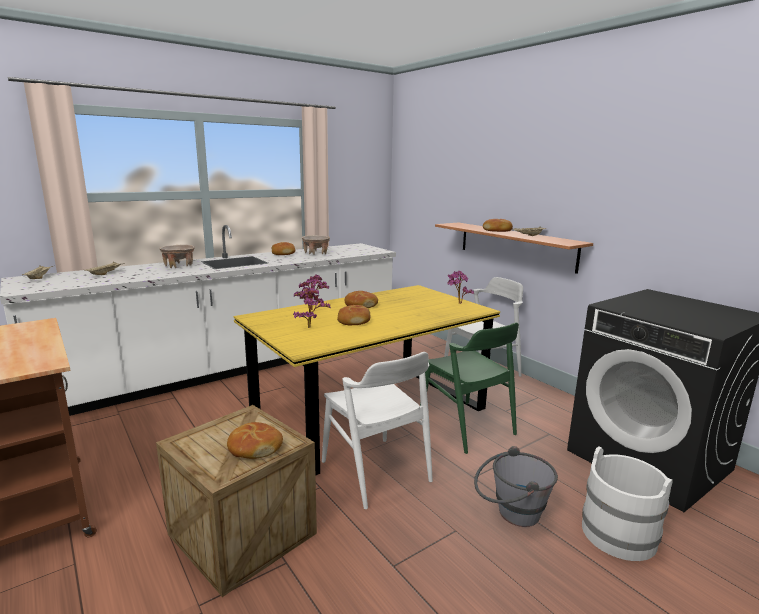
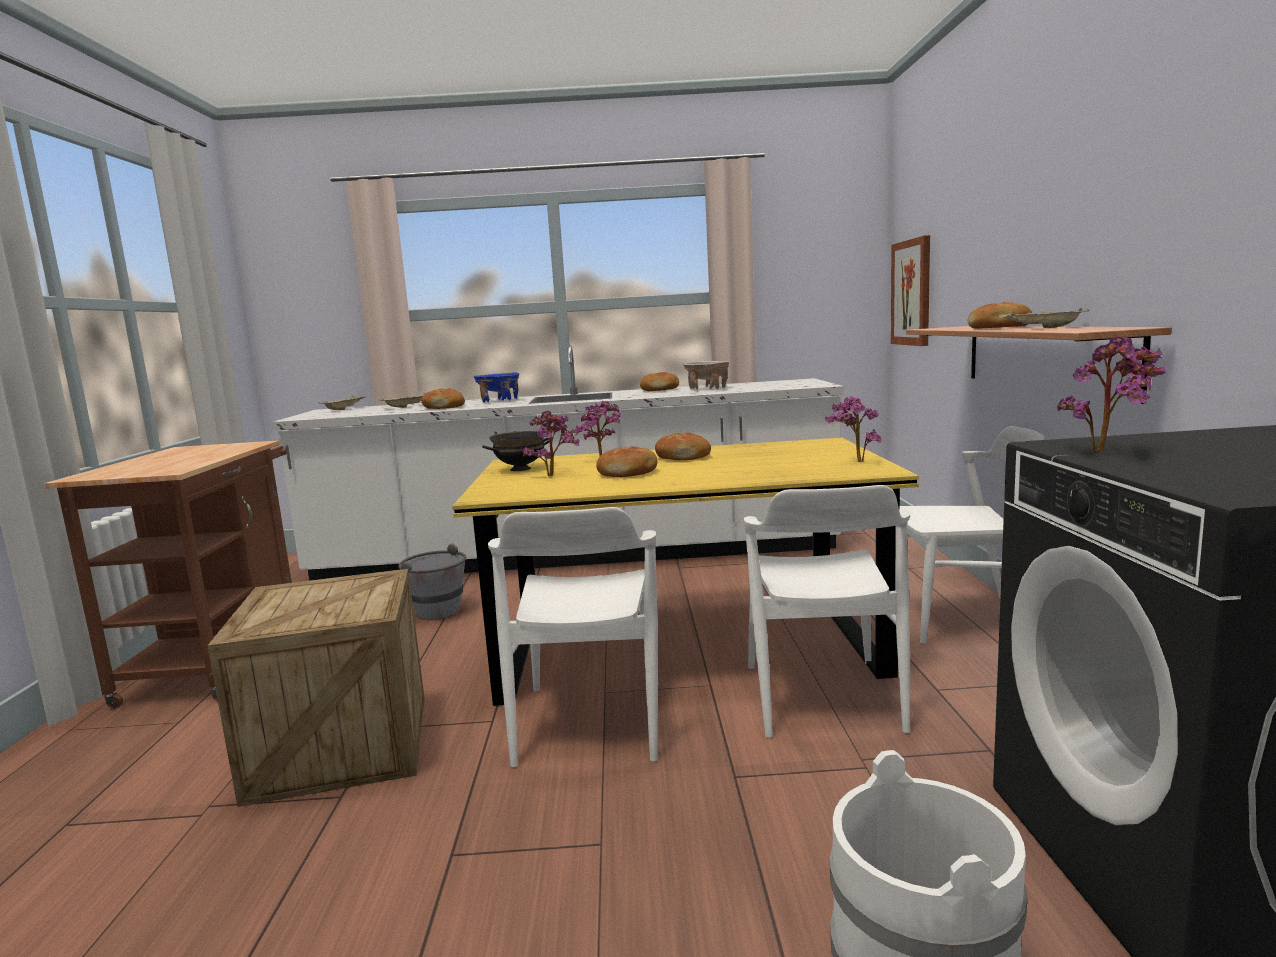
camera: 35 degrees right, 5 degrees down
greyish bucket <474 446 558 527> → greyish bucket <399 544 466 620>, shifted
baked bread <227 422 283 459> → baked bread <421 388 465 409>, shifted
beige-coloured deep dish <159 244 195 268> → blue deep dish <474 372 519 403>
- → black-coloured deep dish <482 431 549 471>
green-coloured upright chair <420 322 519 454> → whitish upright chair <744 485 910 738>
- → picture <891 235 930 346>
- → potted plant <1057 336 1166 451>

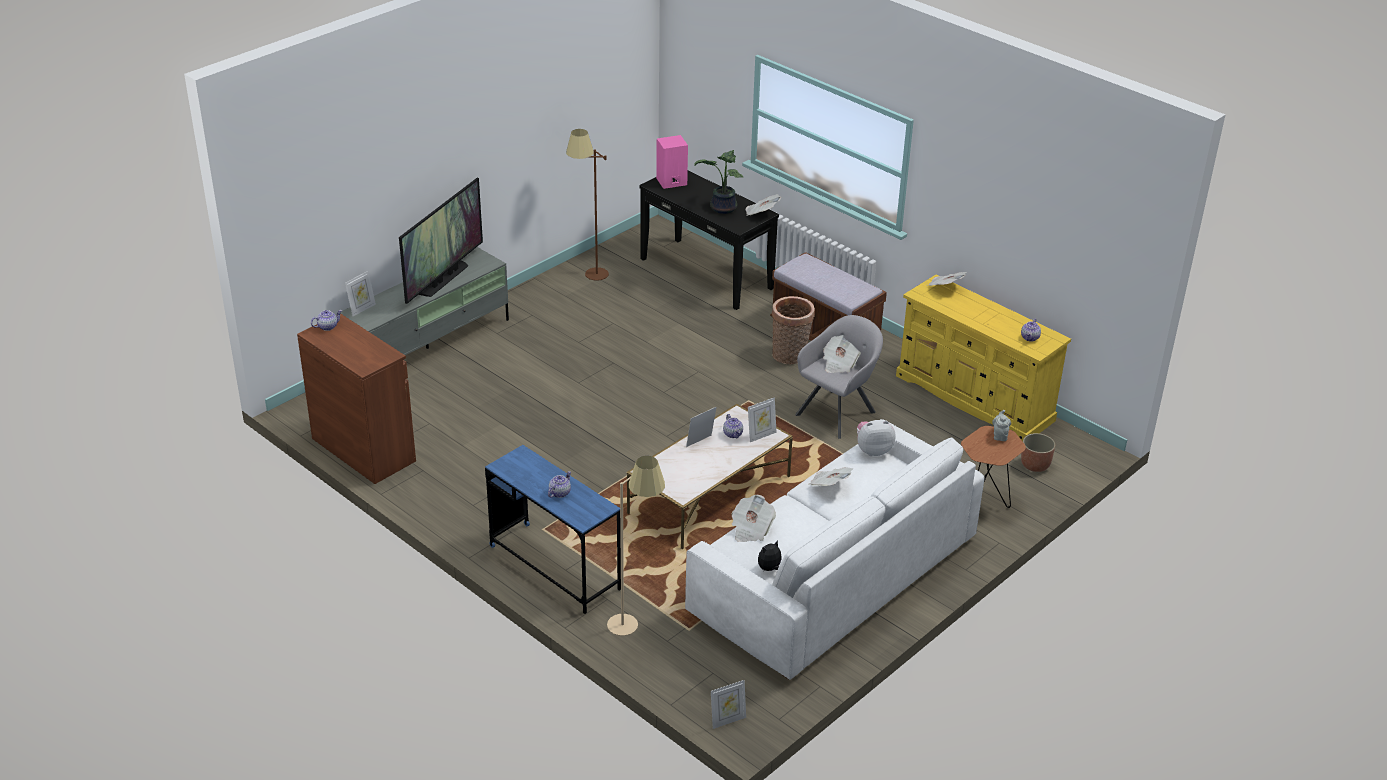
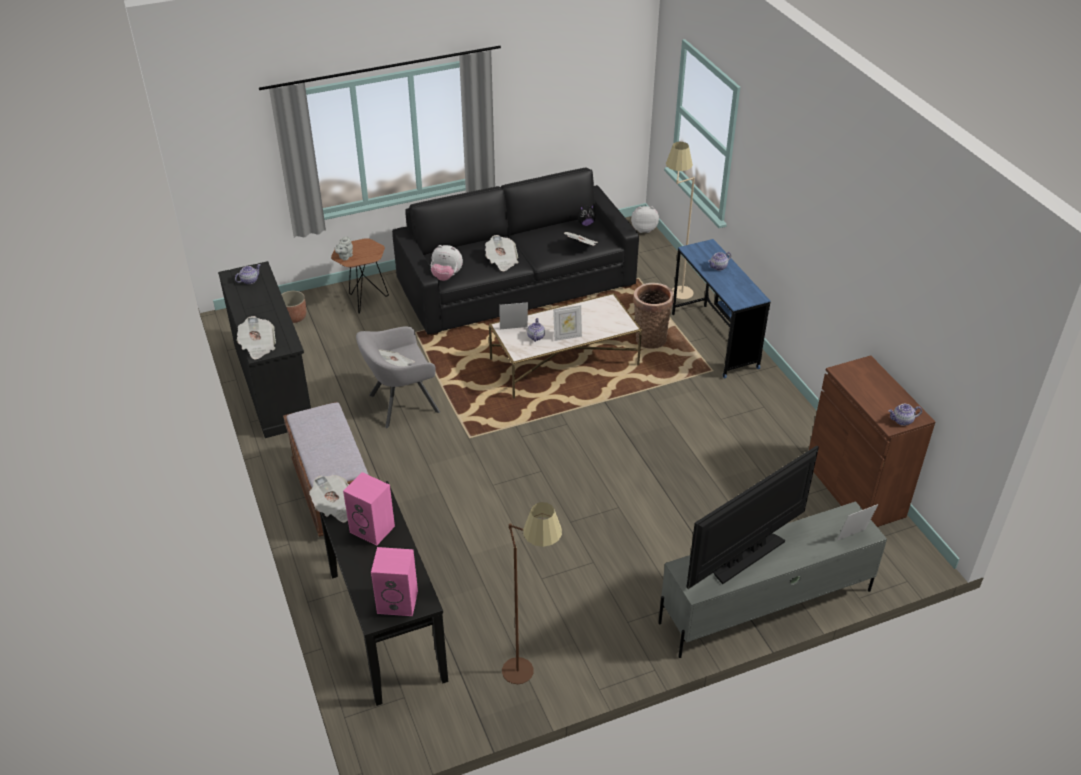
camera: 155 degrees left, 5 degrees up
yellowish chest of drawers <896 275 1071 442> → black-coloured chest of drawers <218 261 311 438>
potted plant <694 150 743 214> → pink speaker <343 472 395 546>
whitish sofa <685 419 984 680> → black-coloured sofa <392 168 639 336>
photo frame <711 680 746 729> → soft toy <631 206 659 233>
basket <771 296 815 364> → basket <633 283 674 349>, shifted

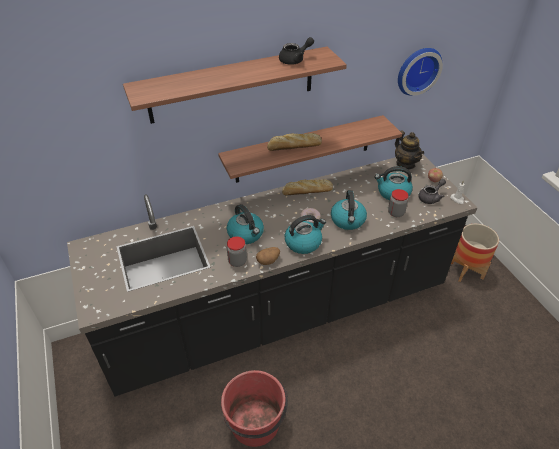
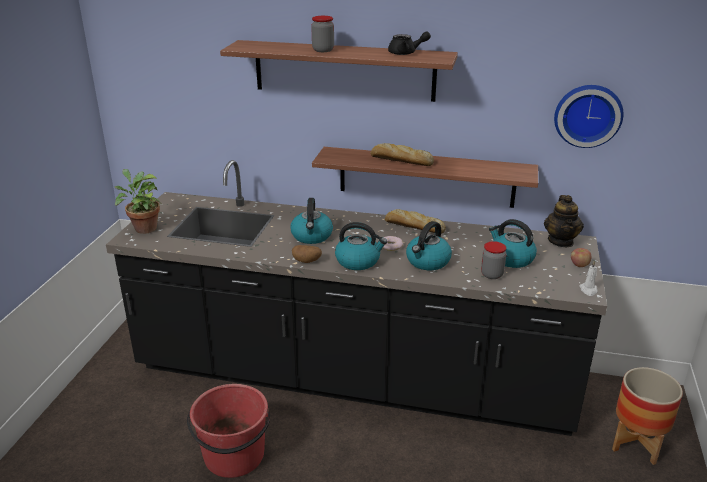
camera: 35 degrees right, 15 degrees down
- → potted plant <115 169 162 234>
preserve jar <227 237 247 267> → preserve jar <311 16 334 52>, shifted
greyish teapot <418 179 446 204> → -

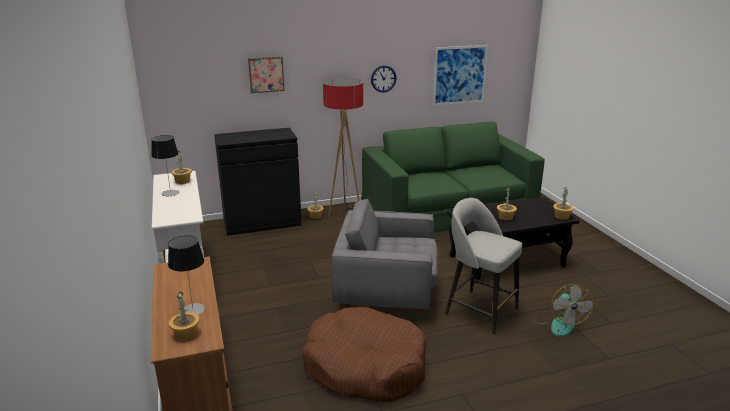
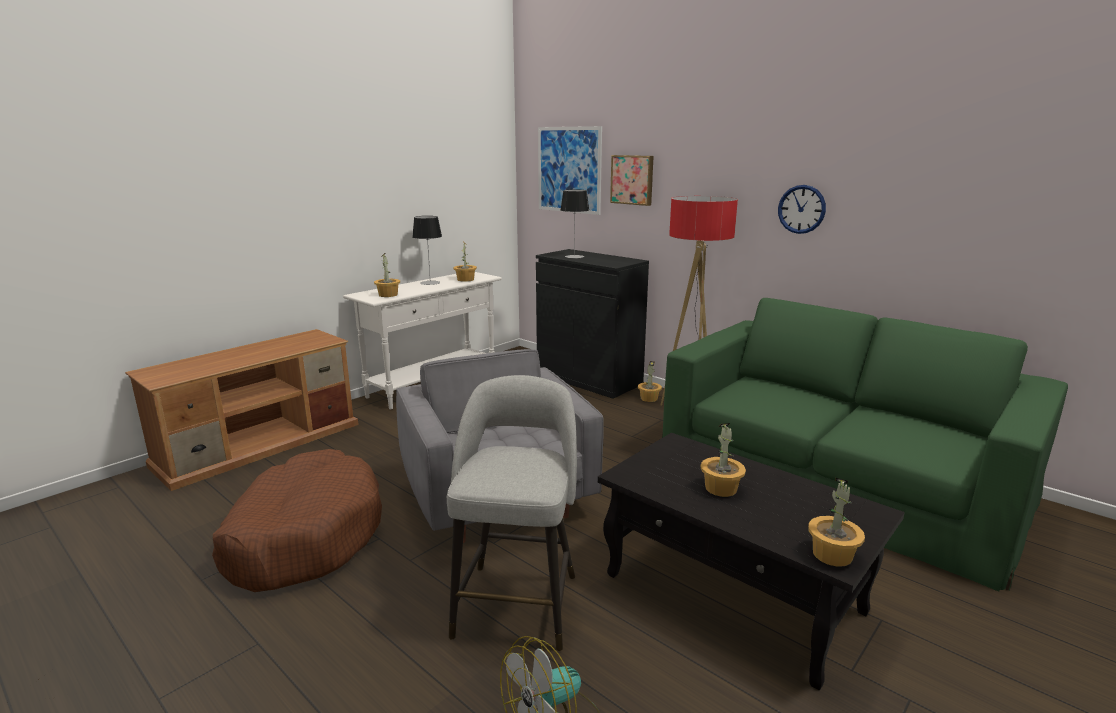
camera: 60 degrees right, 5 degrees down
potted plant <169 291 200 341> → potted plant <374 253 400 297>, shifted
picture <433 45 488 106> → picture <538 126 602 215>, shifted
tabletop lamp <168 236 205 315> → tabletop lamp <561 189 589 259>, shifted

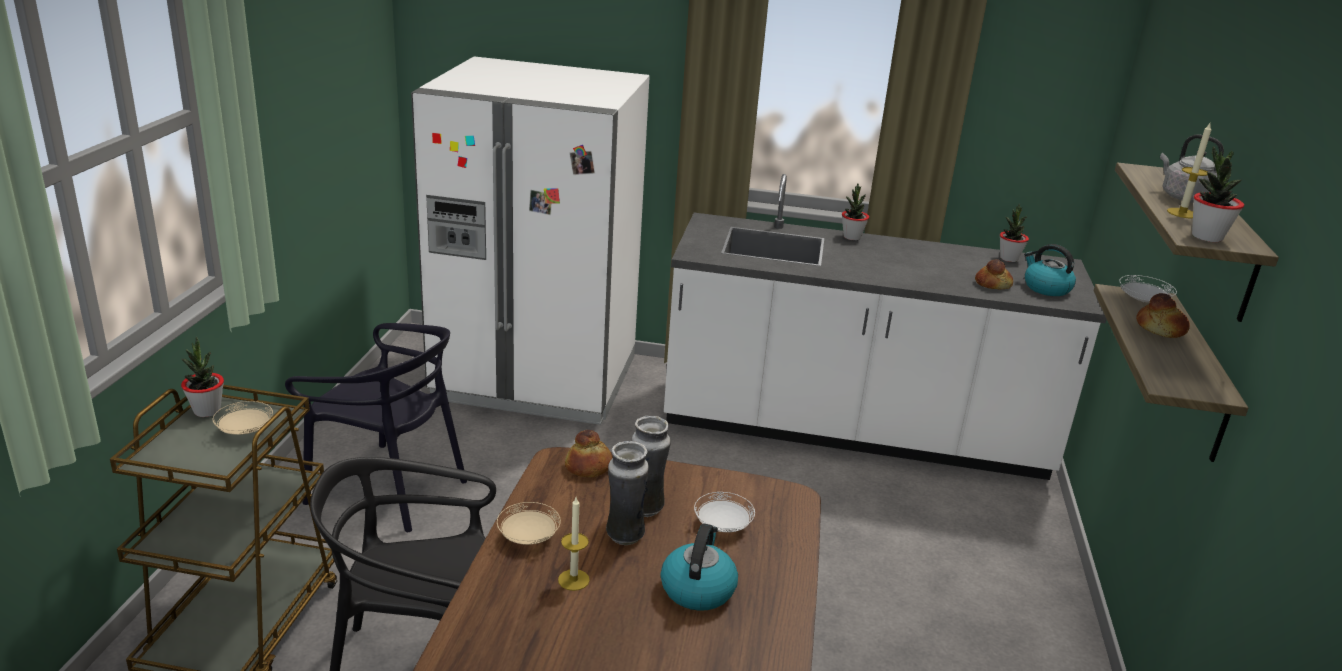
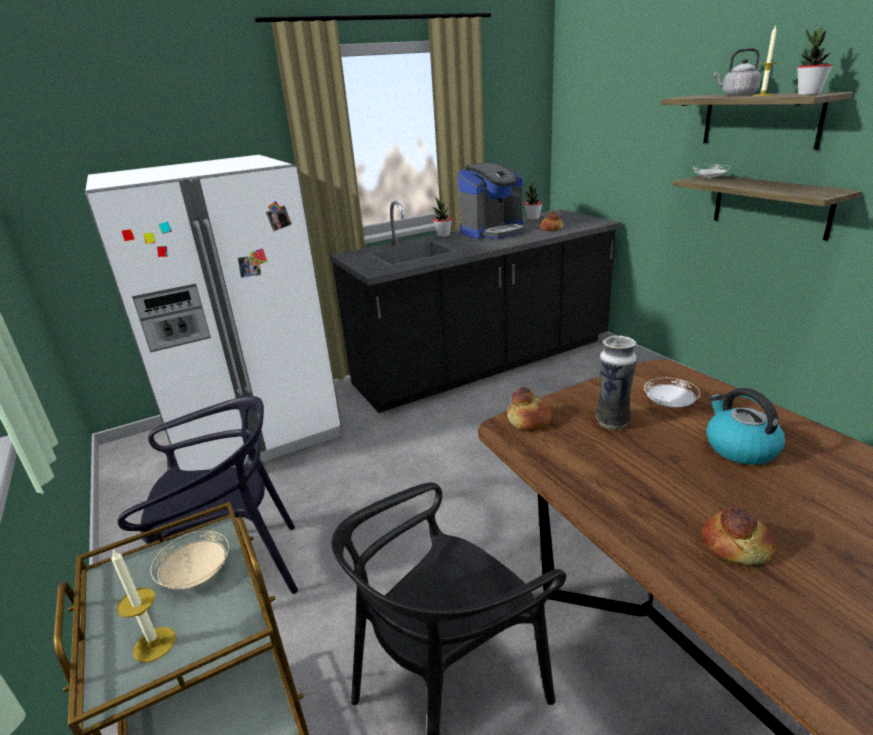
camera: 35 degrees left, 0 degrees up
wax candle <558 497 590 591> → wax candle <111 550 176 663>, shifted
whitish counter <664 174 1106 480> → black-coloured counter <330 201 621 413>
- → coffee machine <458 163 525 239>
baked bread <1136 293 1190 338> → baked bread <702 508 776 565>, shifted
potted plant <181 336 224 417> → -
beige-coloured flat dish <497 502 561 545> → -
flower vase <606 441 649 545> → -
kettle <1024 244 1076 296> → -

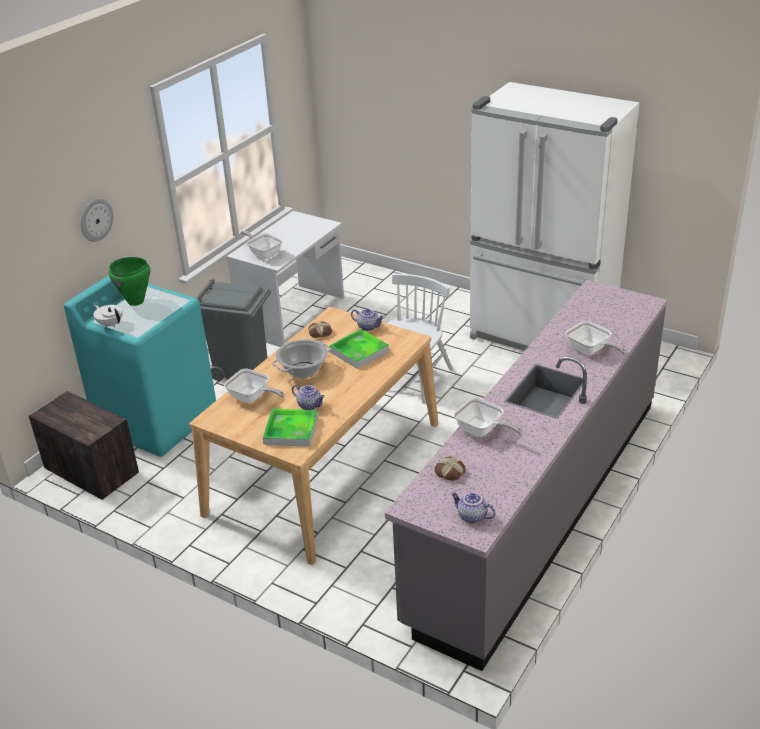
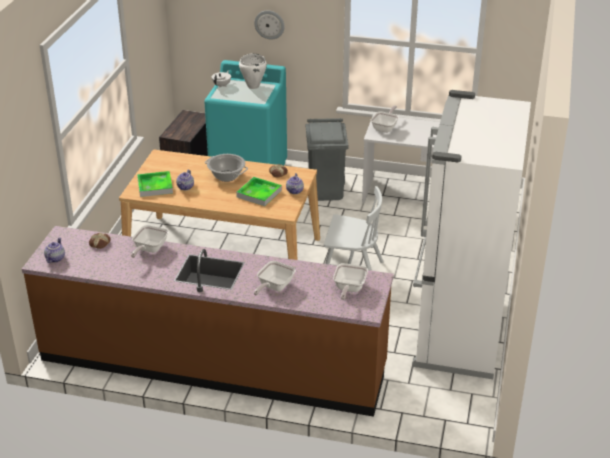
camera: 70 degrees right, 0 degrees up
greyish counter <385 280 667 671> → brownish counter <22 226 394 417>
green-coloured cooking pot <109 257 150 306> → whitish cooking pot <239 53 267 89>
skillet <224 369 285 403> → skillet <333 263 368 300>, shifted

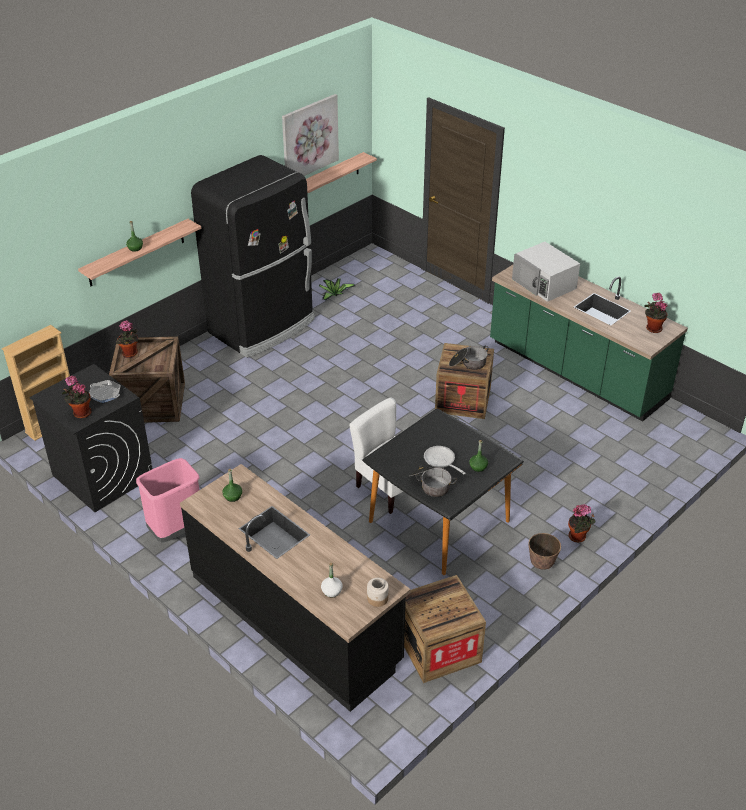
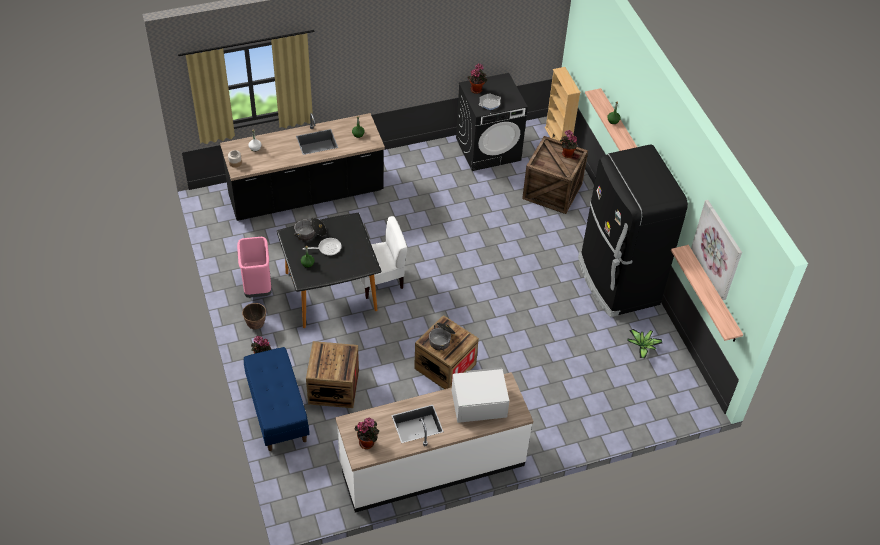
camera: 115 degrees right, 10 degrees up
pink trash can <136 458 199 543> → pink trash can <237 237 272 298>, shifted
- → blue bench <244 347 309 451>
crate <404 575 486 683> → crate <306 341 359 408>, shifted
green-coloured counter <490 265 688 422> → whitish counter <335 372 533 513>

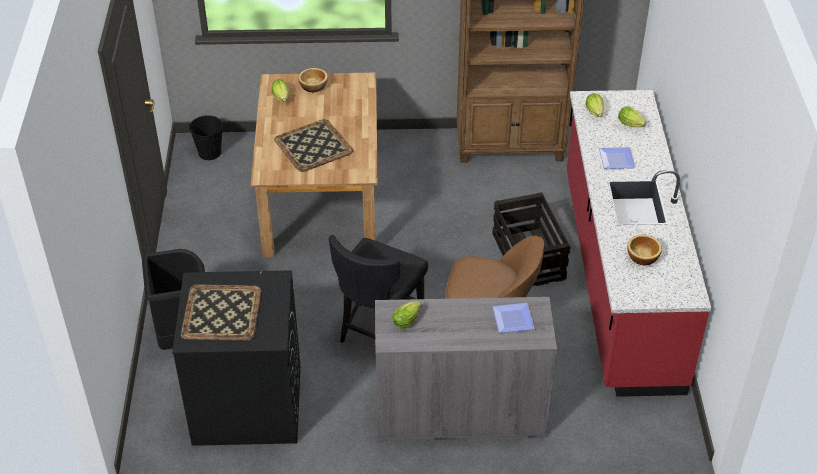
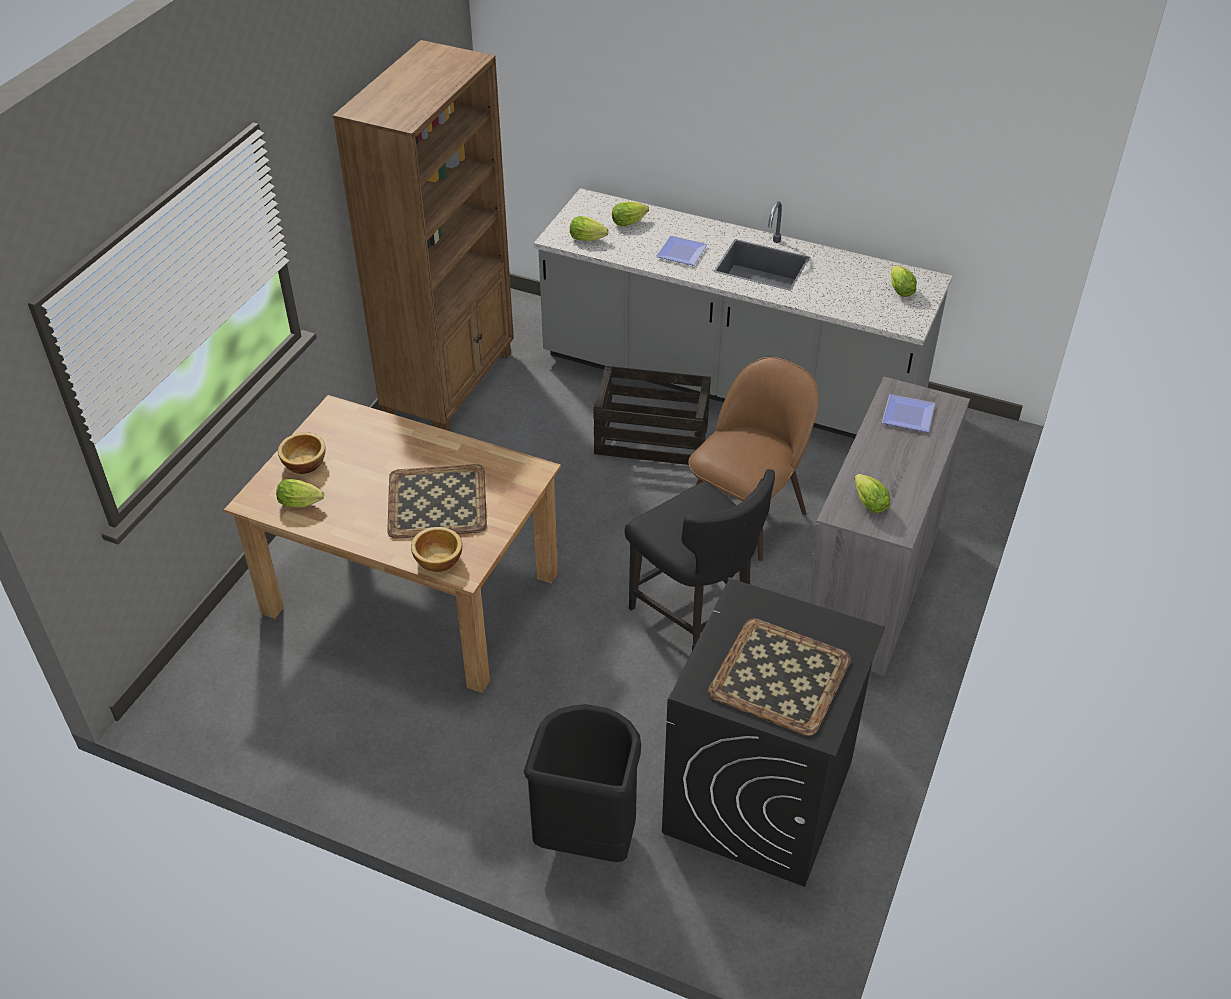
camera: 65 degrees left, 0 degrees up
deep dish <627 234 662 266> → deep dish <411 527 462 572>, shifted
red-coloured counter <567 90 711 397> → greyish counter <534 188 952 439>
- → lettuce head <891 265 917 297>
black-coloured bucket <189 116 223 160> → -

